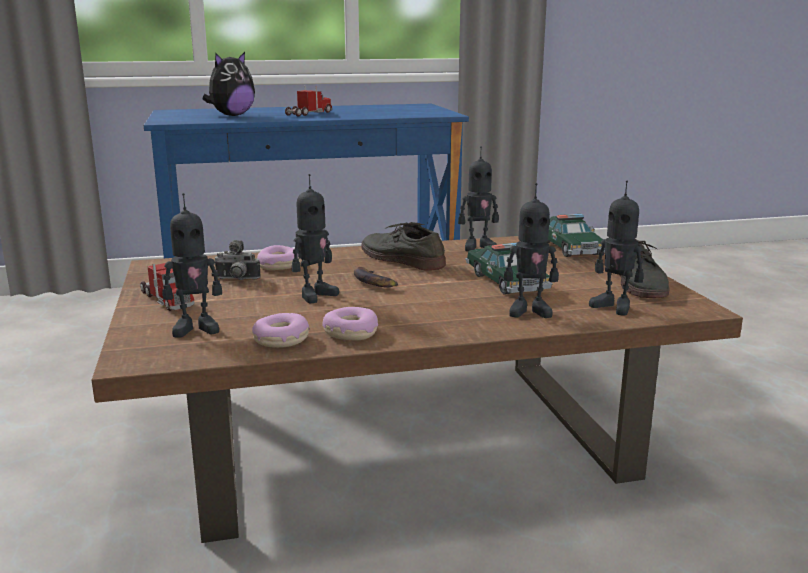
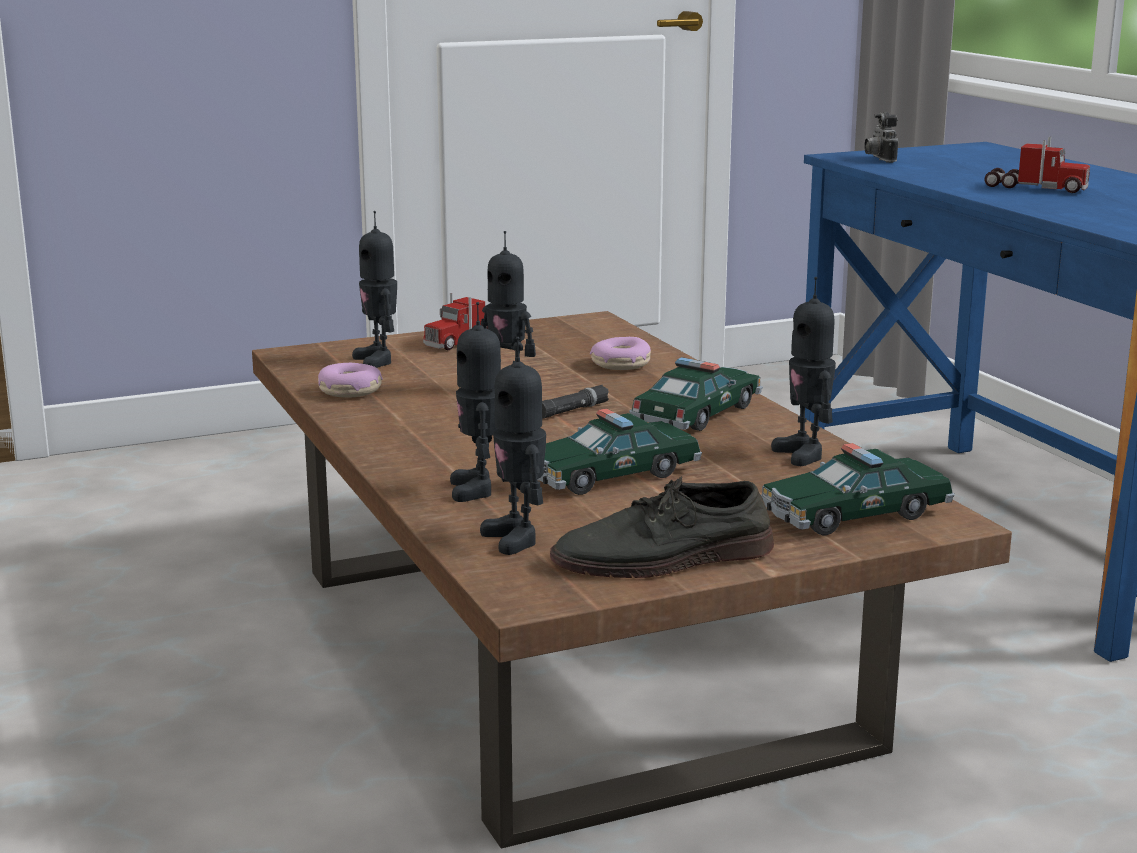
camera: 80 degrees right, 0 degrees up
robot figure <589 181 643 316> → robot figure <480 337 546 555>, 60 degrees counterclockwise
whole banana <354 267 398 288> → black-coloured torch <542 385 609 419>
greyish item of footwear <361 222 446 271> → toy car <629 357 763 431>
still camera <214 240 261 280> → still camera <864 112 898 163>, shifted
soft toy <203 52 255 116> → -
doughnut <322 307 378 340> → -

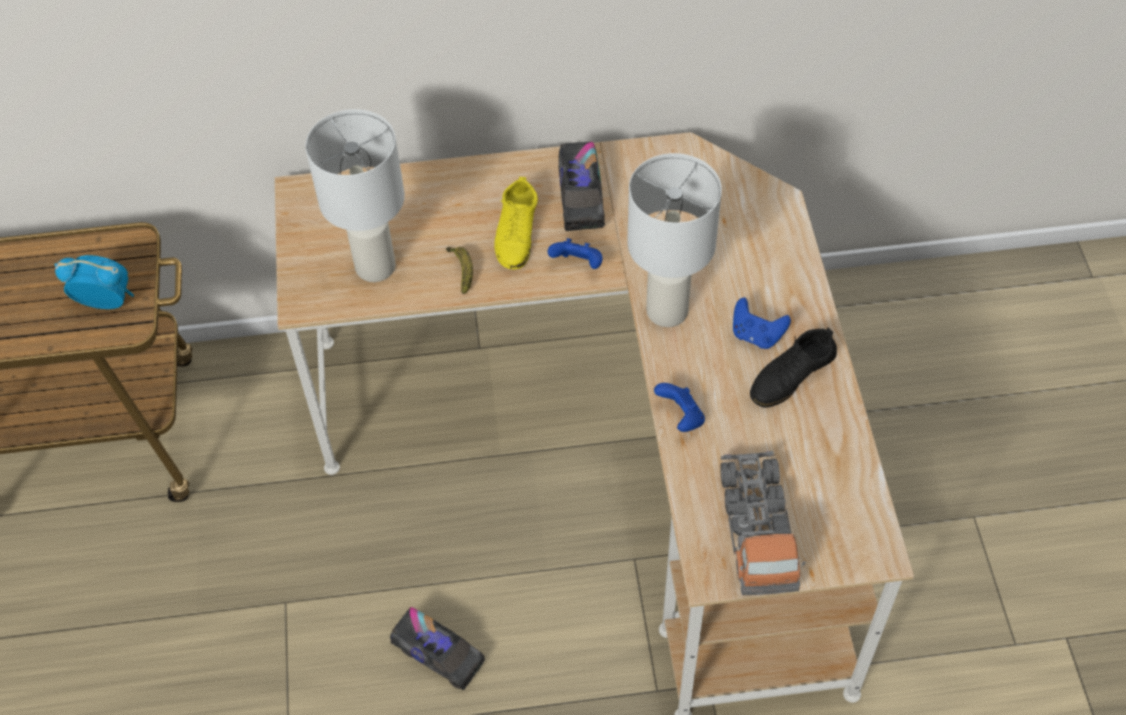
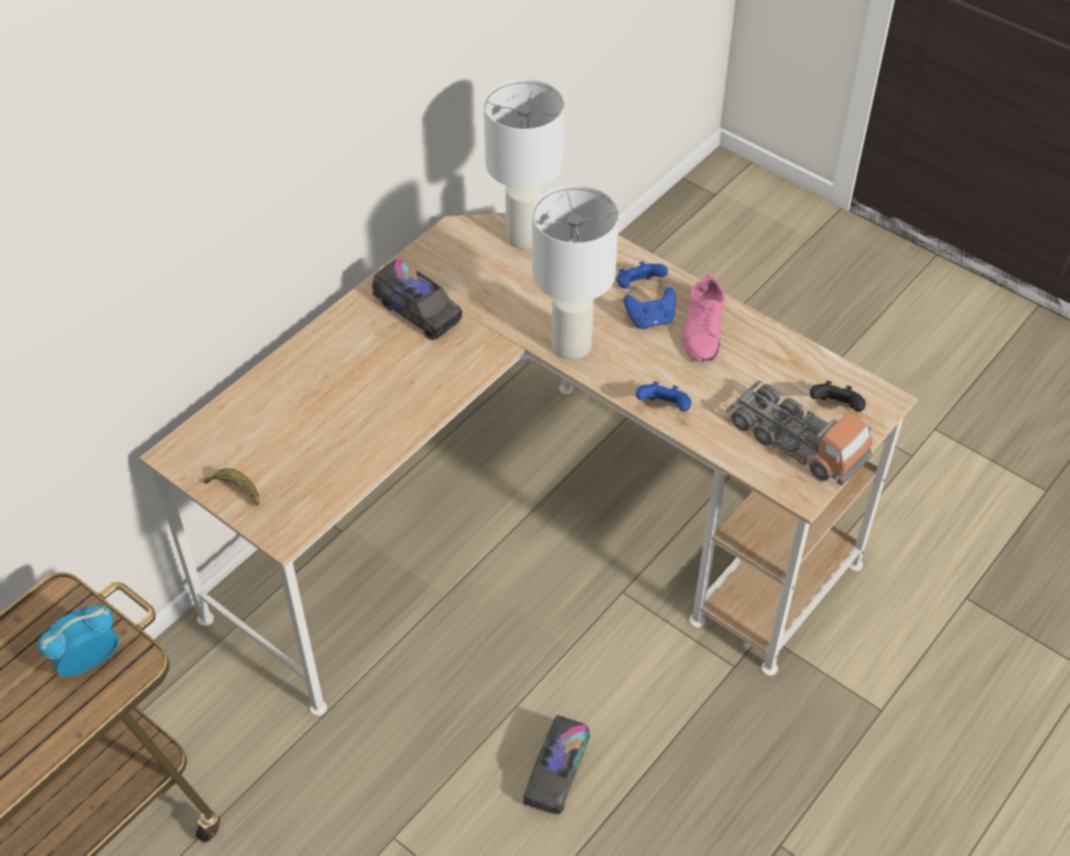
camera: 45 degrees left, 5 degrees down
whole banana <446 247 473 294> → whole banana <204 468 259 506>, shifted
whitish tabletop lamp <305 109 405 282> → whitish tabletop lamp <484 79 564 249>, shifted
toy truck <390 607 485 690> → toy truck <522 715 590 814>, 120 degrees clockwise
blue joypad <548 238 603 269> → blue joypad <616 261 668 289>, shifted
black-coloured item of footwear <750 328 837 408> → pink item of footwear <683 275 725 363>
- → black-coloured joypad <810 381 866 412>
yellowish item of footwear <494 177 538 269> → -

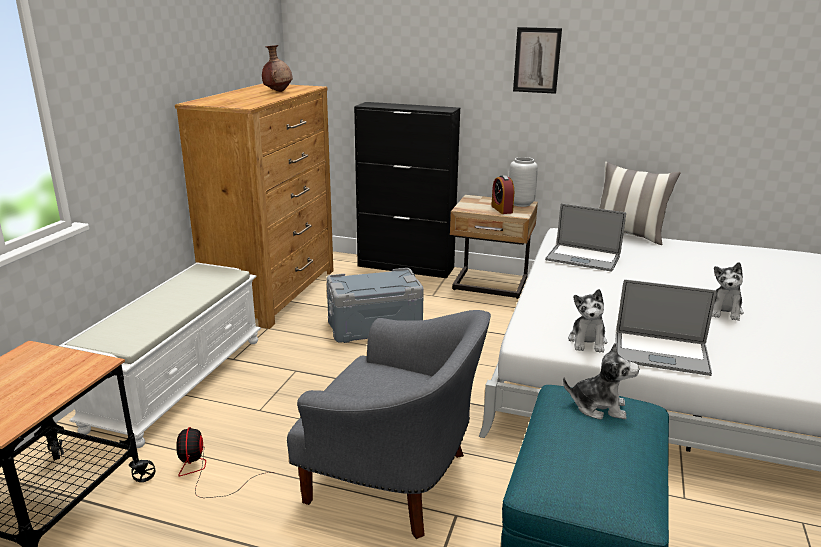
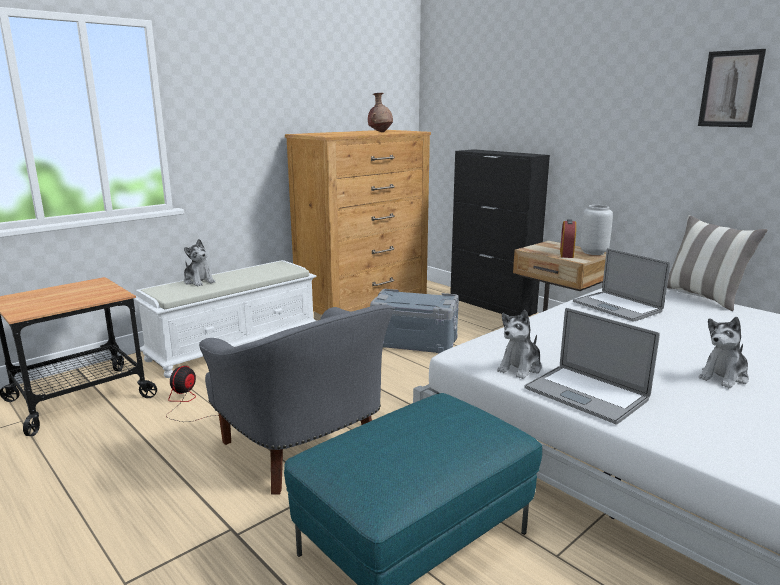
camera: 30 degrees right, 5 degrees down
soft toy <563 342 640 420> → soft toy <184 239 215 286>, shifted
picture <513 27 562 94> → picture <698 49 766 128>, shifted

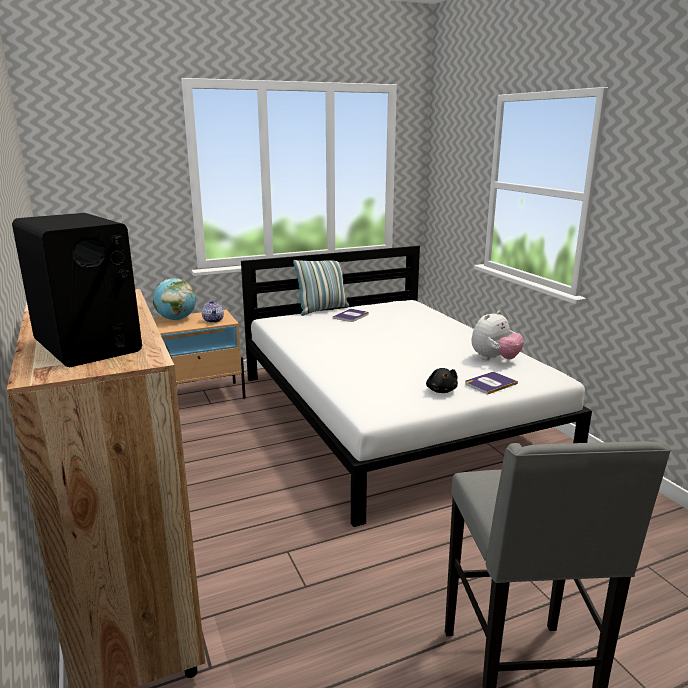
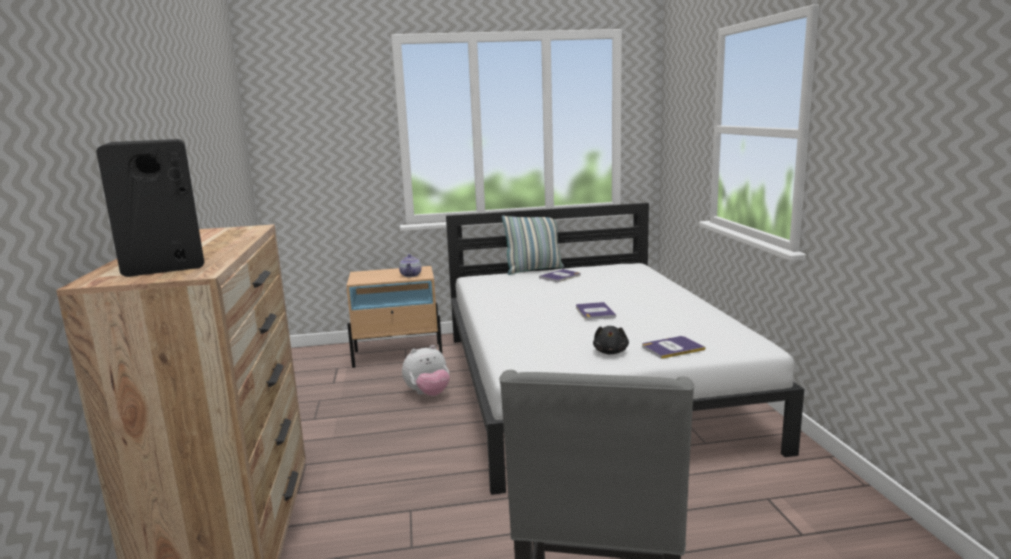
camera: 15 degrees right, 5 degrees down
soft toy <471 311 524 360> → soft toy <402 345 450 396>, shifted
- → volume <576 302 616 320>
globe <153 278 196 320> → -

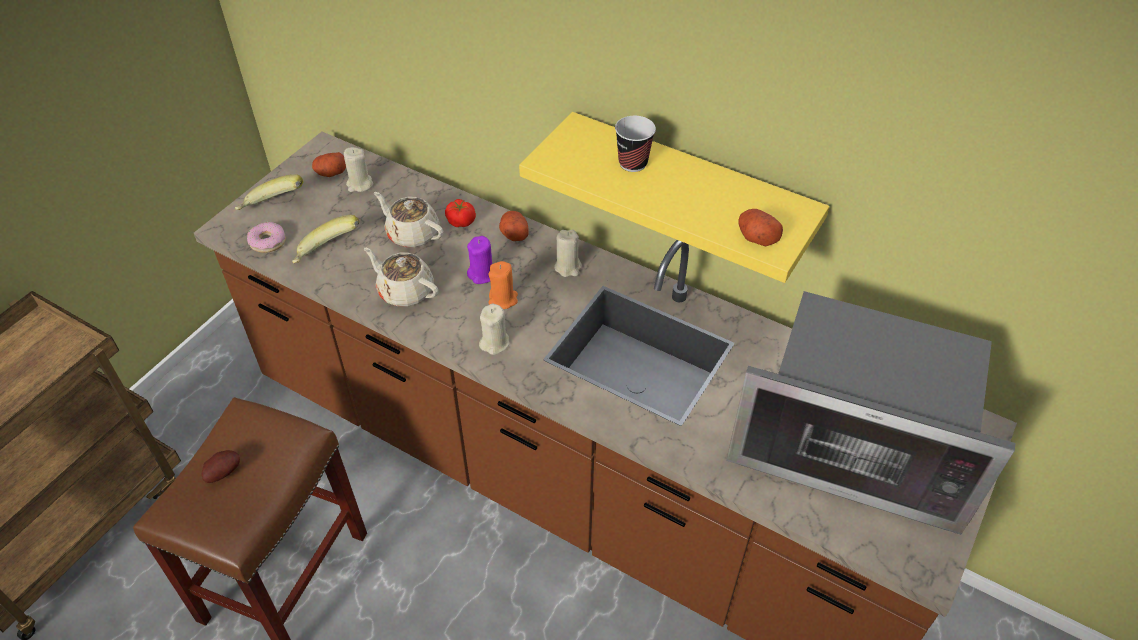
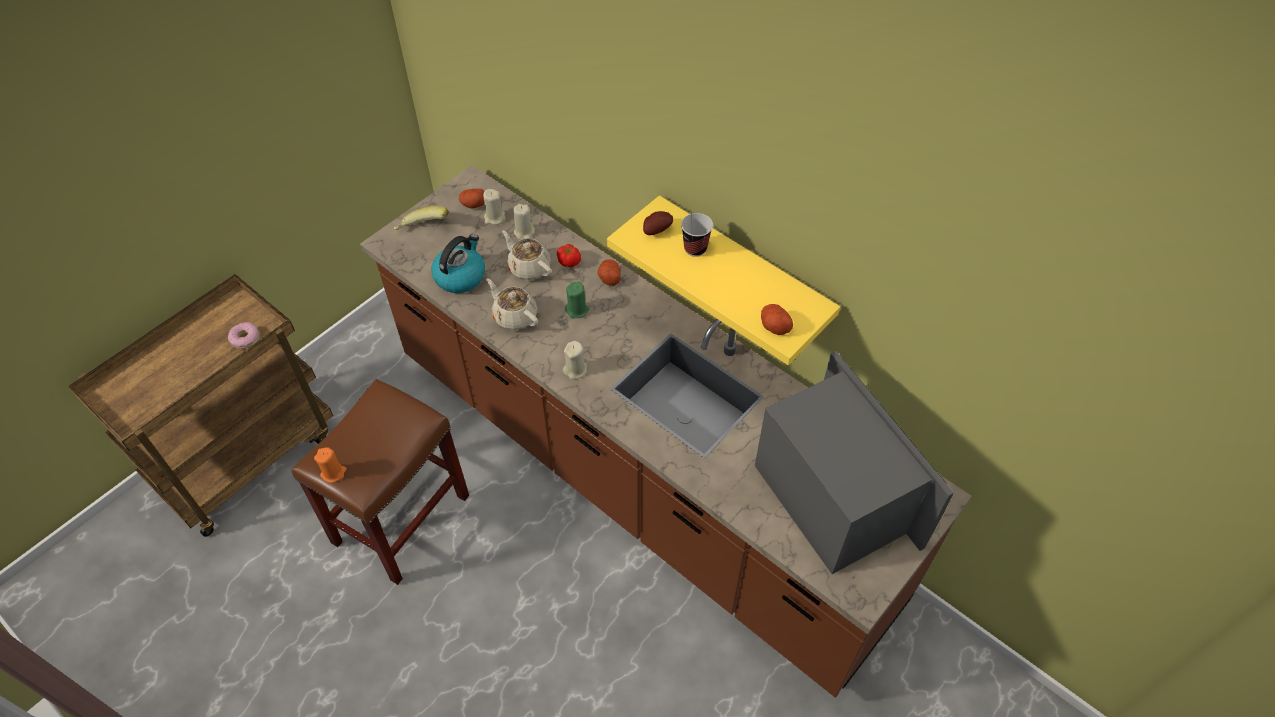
camera: 10 degrees right, 5 degrees up
doughnut <247 222 286 253> → doughnut <228 322 260 349>, shifted
orange wax candle <488 261 518 309> → orange wax candle <314 447 347 483>, shifted
whole banana <292 215 360 263> → kettle <431 234 485 293>
beige-coloured wax candle <554 230 582 277> → beige-coloured wax candle <513 204 535 240>, shifted
purple wax candle <467 236 492 284> → green-coloured wax candle <565 281 589 318>
potato <201 450 240 483> → potato <643 211 673 235>, shifted
microwave oven <726 291 1015 535> → microwave oven <755 351 954 574>, 150 degrees counterclockwise

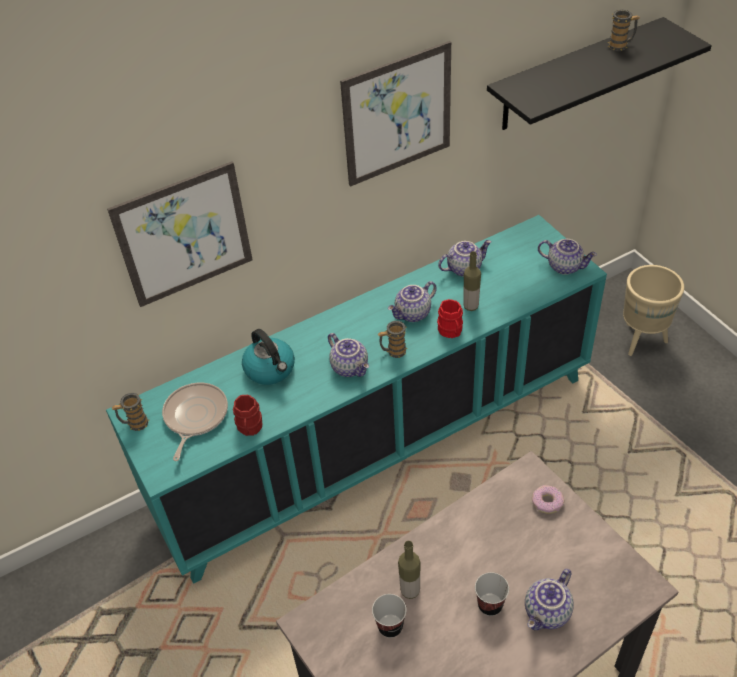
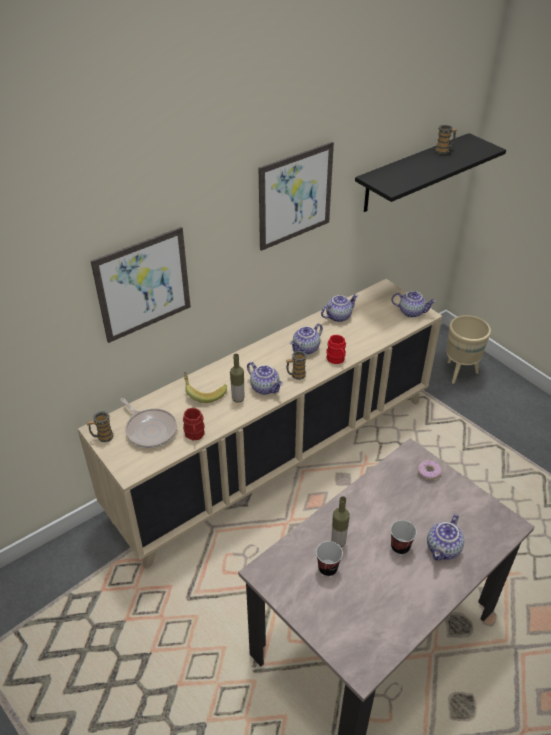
camera: 10 degrees left, 5 degrees down
blue-green storage cabinet <106 215 607 584> → beige-coloured storage cabinet <78 279 442 569>
skillet <162 383 228 461> → skillet <120 398 177 448>, 135 degrees clockwise
kettle <242 329 295 385> → whole banana <184 372 227 403>
bottle <463 251 481 311> → bottle <230 354 244 403>, shifted

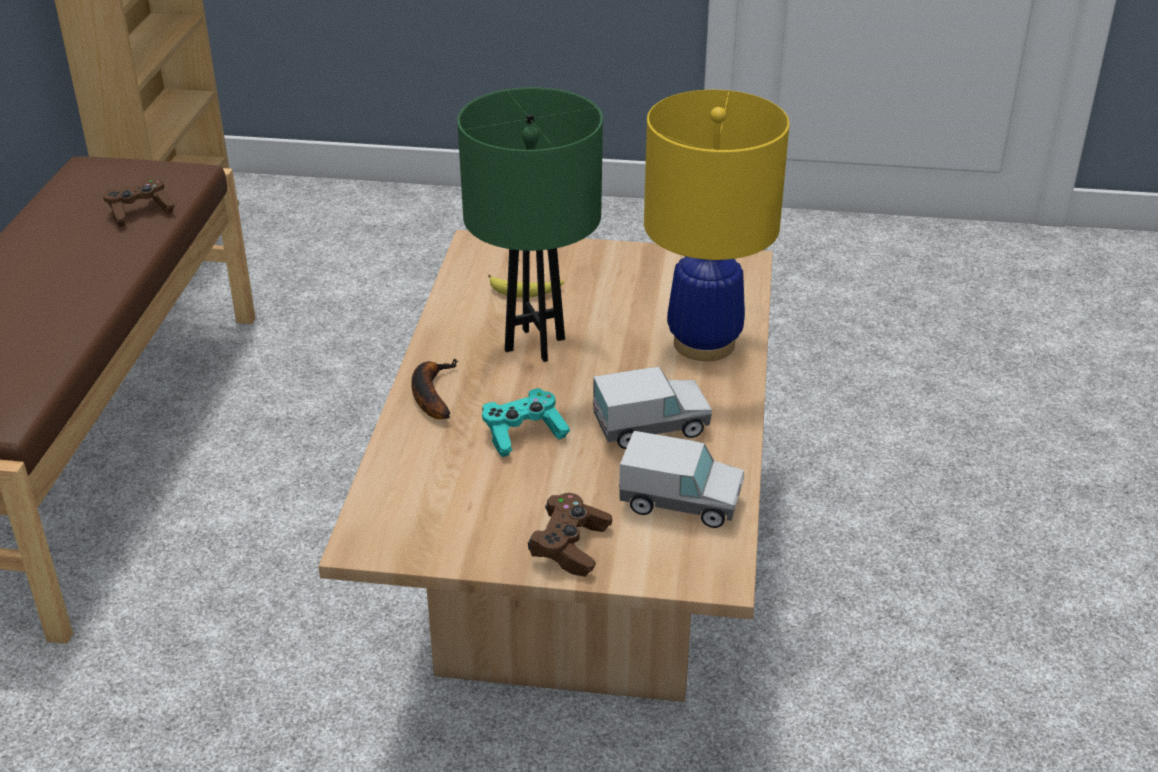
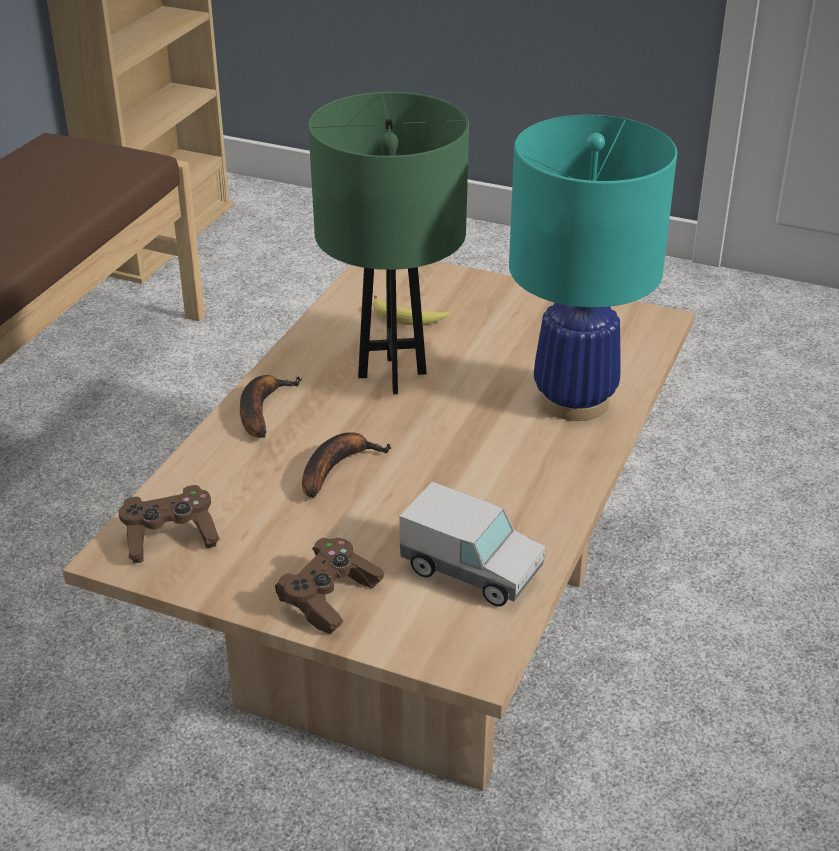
camera: 15 degrees right, 0 degrees up
brownish joypad <103 178 175 227> → brownish joypad <118 485 220 563>, shifted
blue-green joypad <482 388 570 457> → whole banana <302 432 392 498>
yellowish tabletop lamp <644 90 790 361> → blue-green tabletop lamp <509 115 677 421>
toy truck <593 367 712 449> → -

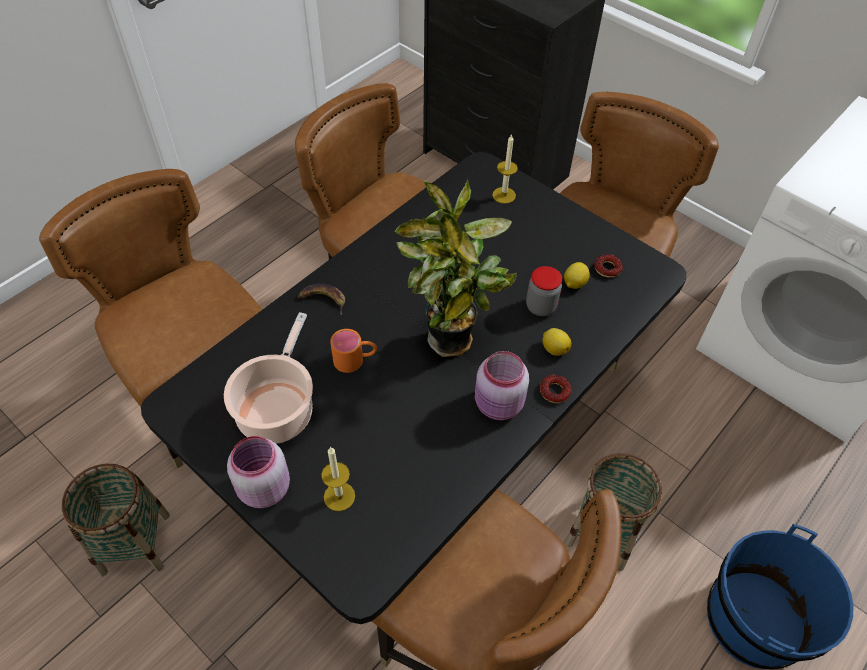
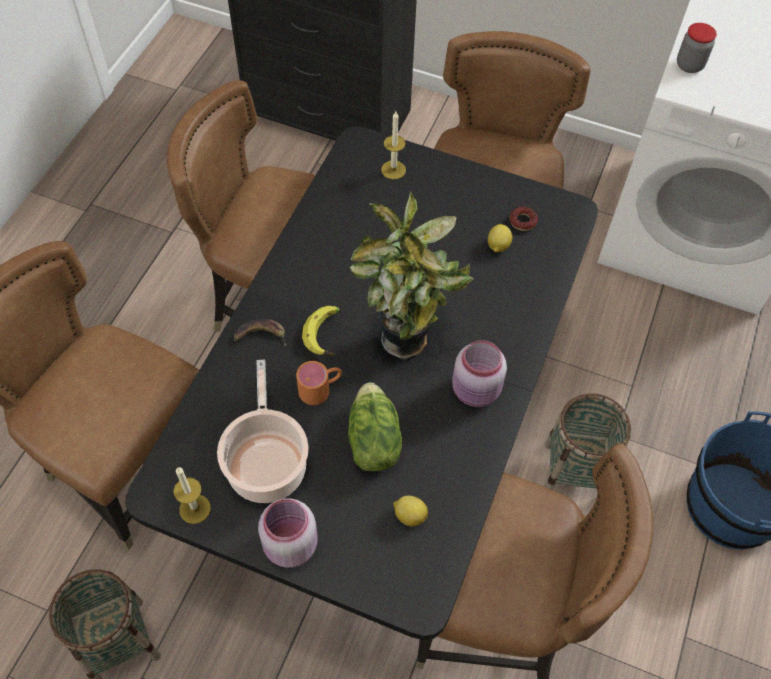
camera: 20 degrees left, 5 degrees up
wax candle <321 447 355 511> → wax candle <173 467 211 524>, shifted
- → whole banana <302 306 341 356>
- → lettuce head <348 383 402 471>
lemon <543 328 571 356> → lemon <393 496 428 526>, shifted
preserve jar <526 266 562 316> → preserve jar <677 23 717 73>, shifted
doughnut <540 375 571 403> → -

